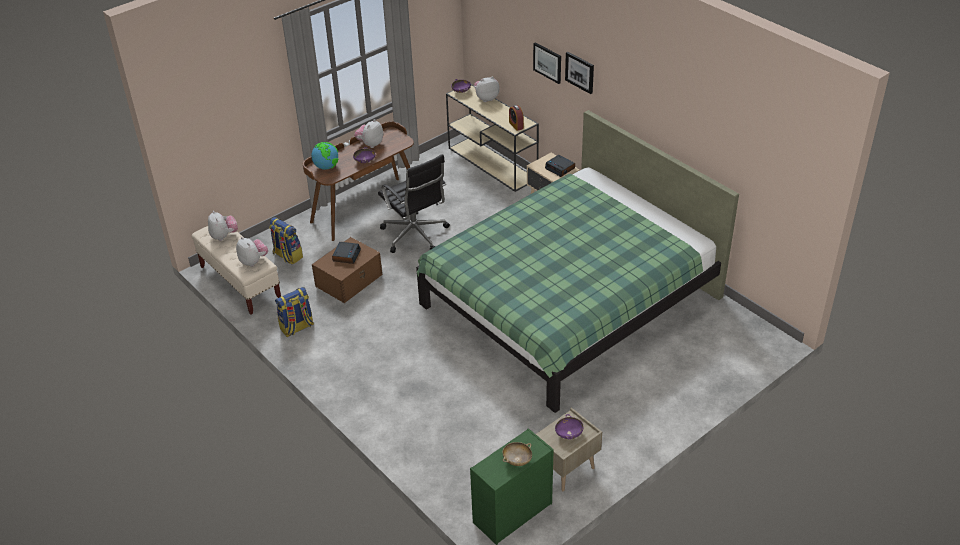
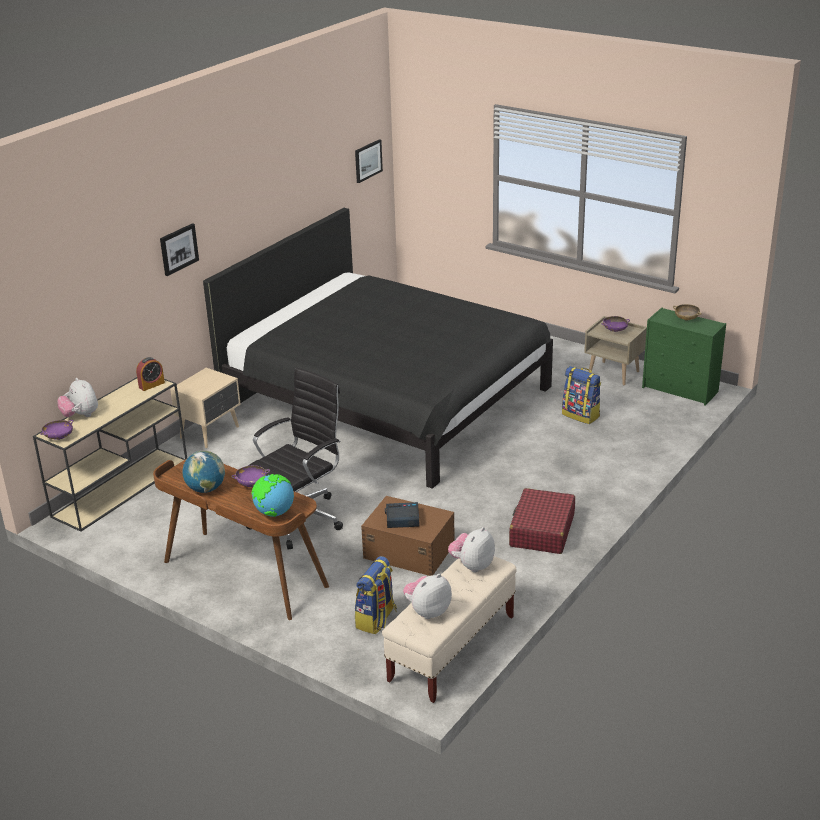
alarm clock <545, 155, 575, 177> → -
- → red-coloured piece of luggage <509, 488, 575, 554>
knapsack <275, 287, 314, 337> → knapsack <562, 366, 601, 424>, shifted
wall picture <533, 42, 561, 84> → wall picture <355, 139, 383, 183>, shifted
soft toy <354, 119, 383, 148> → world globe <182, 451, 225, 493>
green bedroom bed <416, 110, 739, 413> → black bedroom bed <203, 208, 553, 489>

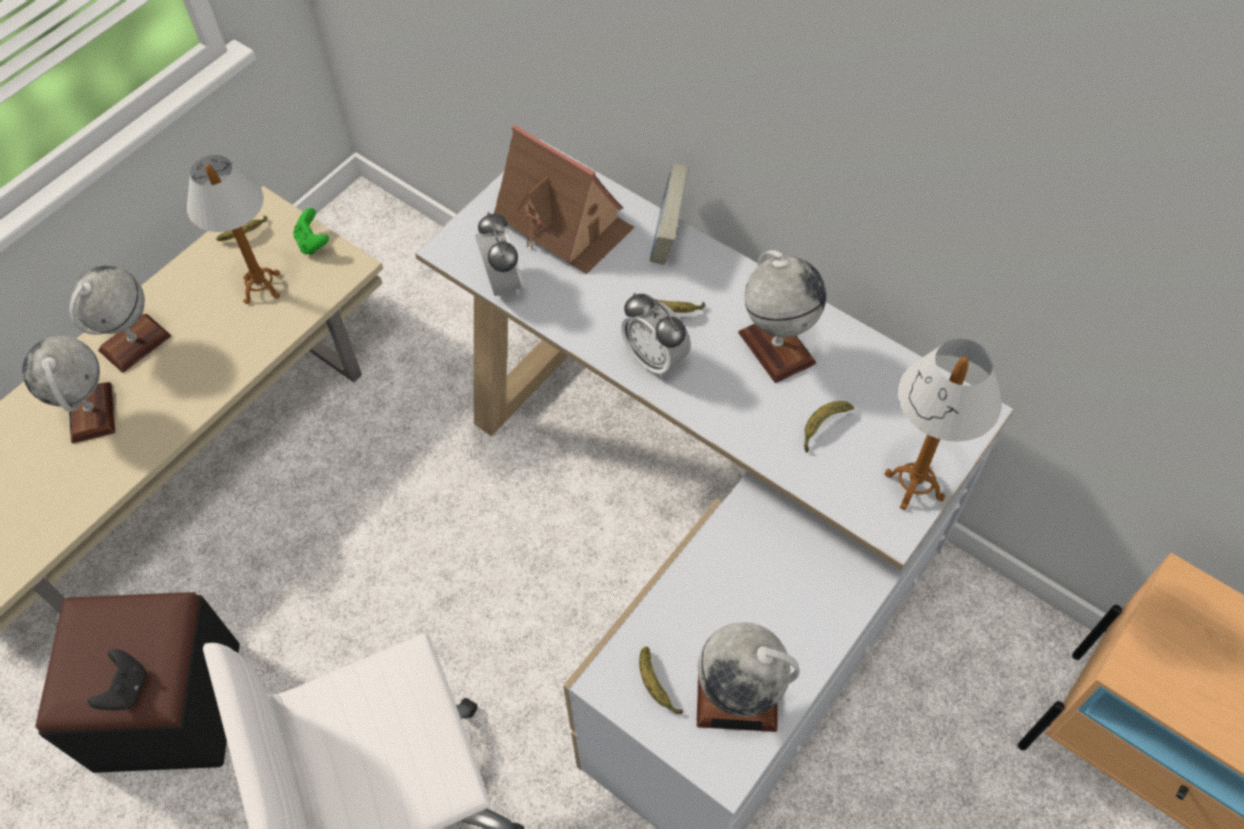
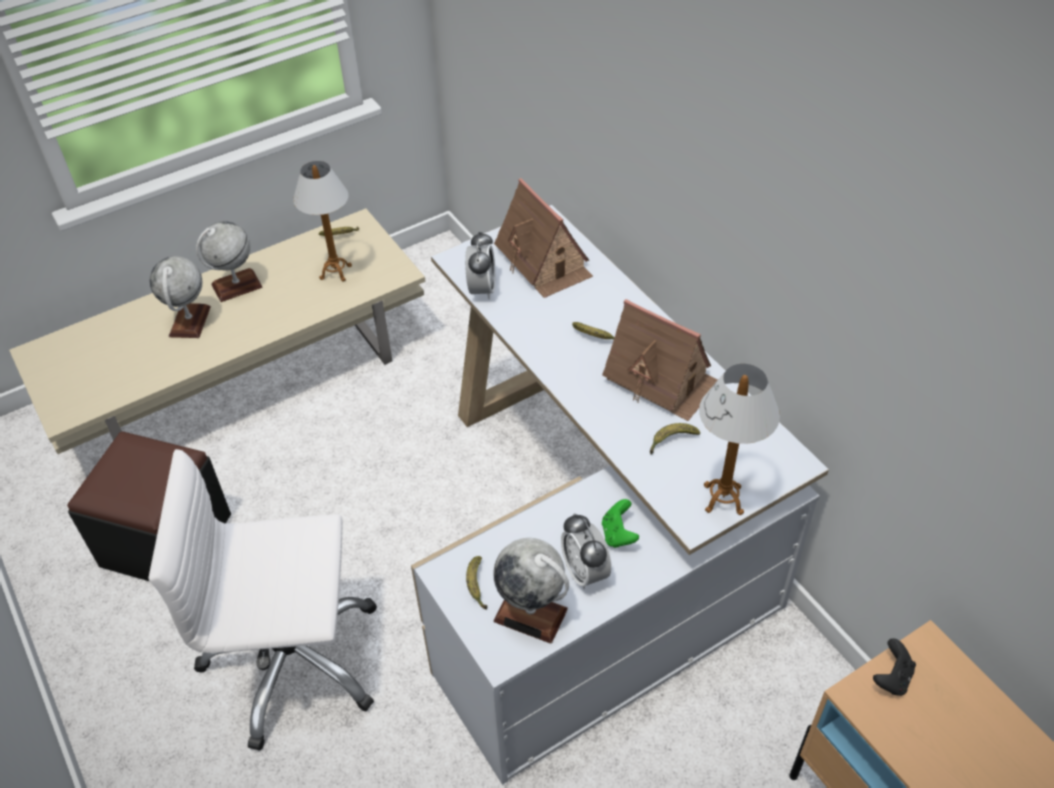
volume <650, 163, 689, 265> → -
black joypad <88, 649, 146, 710> → black joypad <873, 638, 916, 696>, shifted
green joypad <293, 208, 329, 255> → green joypad <602, 499, 639, 548>, shifted
alarm clock <621, 293, 691, 377> → alarm clock <561, 513, 611, 589>, shifted
world globe <738, 250, 826, 383> → miniature house <602, 299, 718, 421>

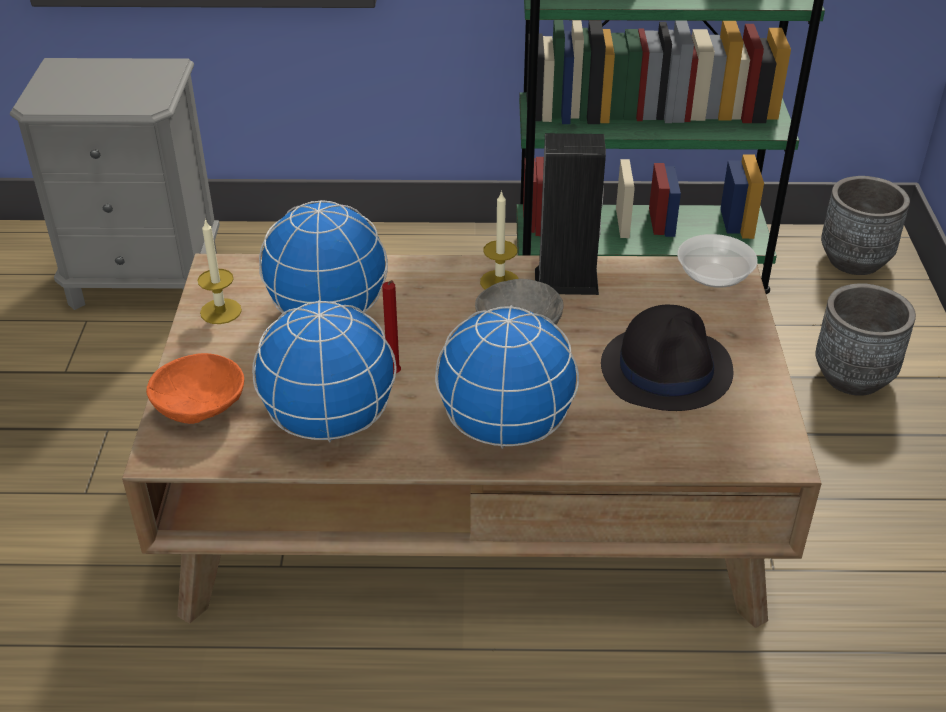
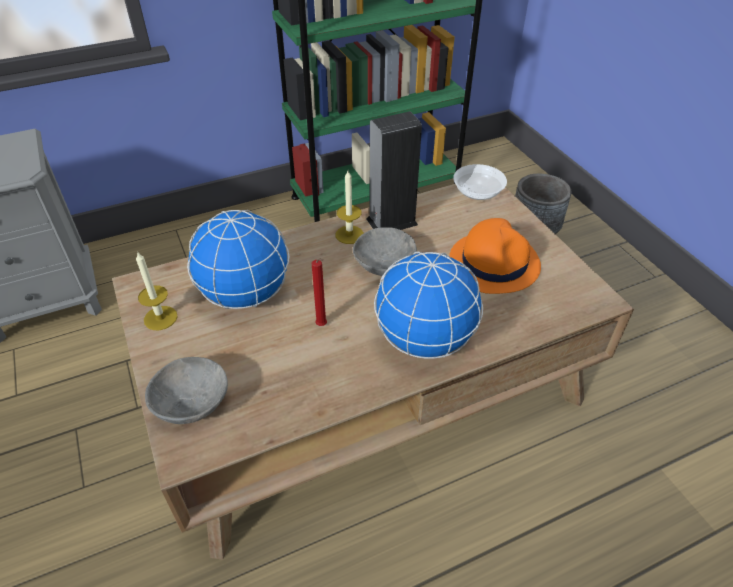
world globe <252, 300, 397, 443> → -
gray plant pot <821, 176, 910, 275> → -
orange bowl <146, 353, 244, 424> → gray bowl <145, 357, 228, 424>
black hat <601, 305, 733, 411> → orange hat <449, 218, 541, 294>

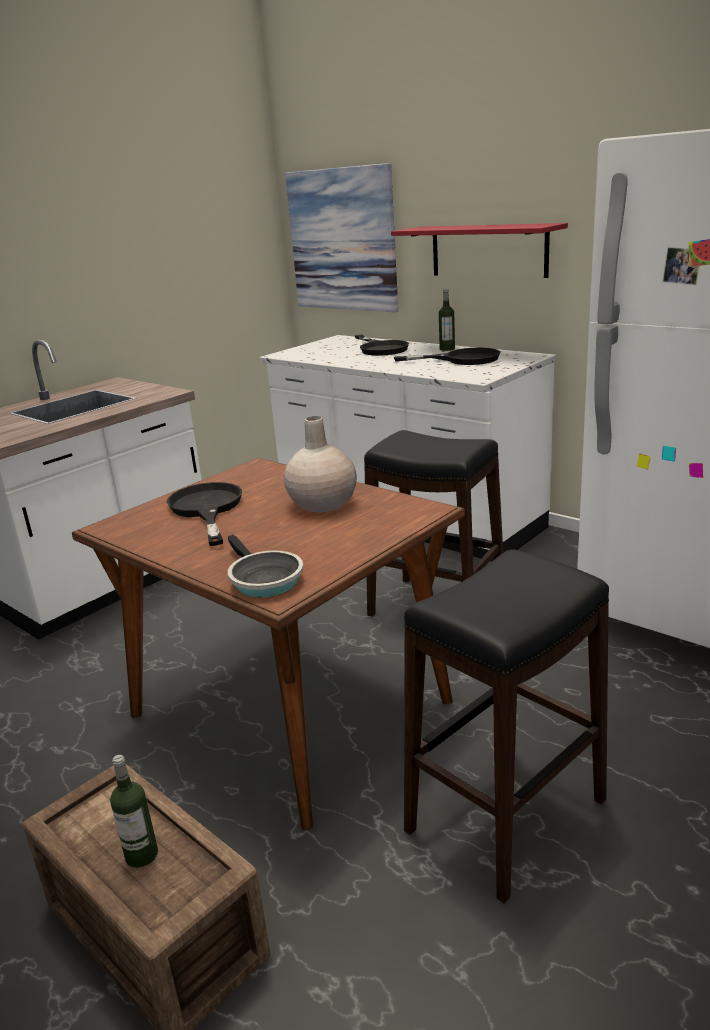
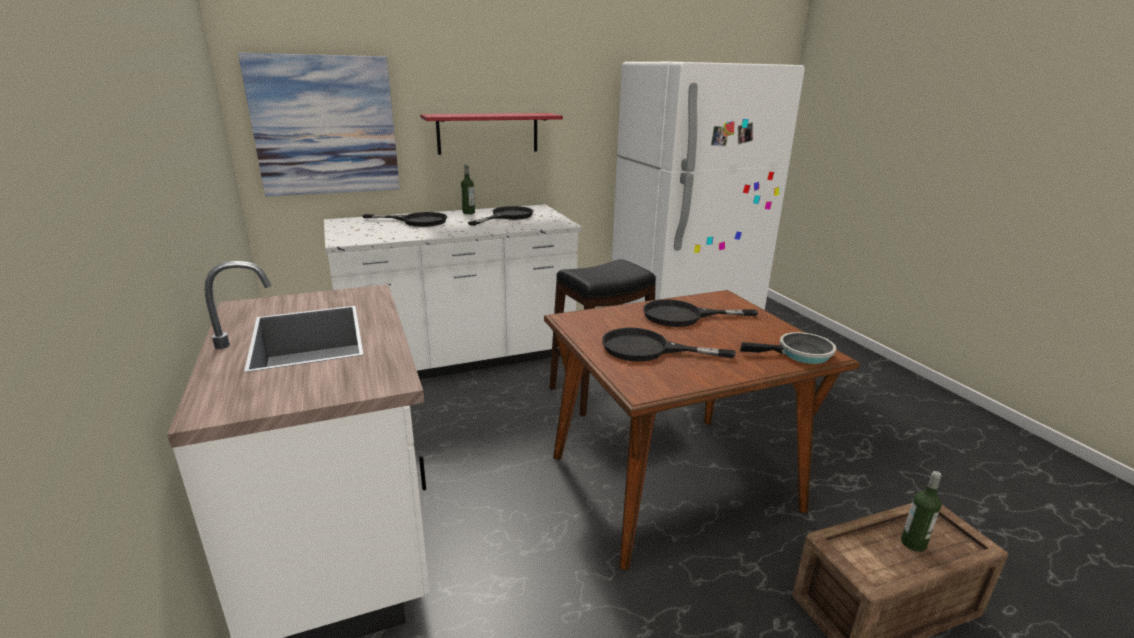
black stool seat <404, 549, 609, 904> → -
beige-coloured vase <284, 416, 357, 513> → black pan <643, 299, 758, 327>

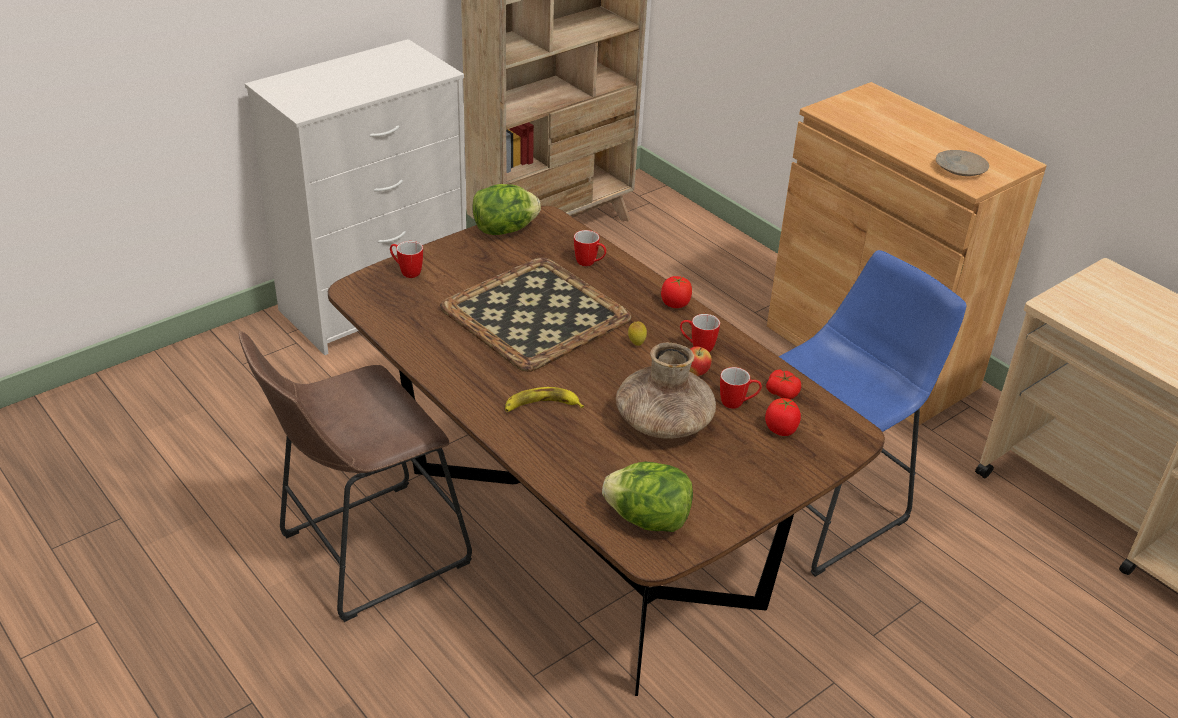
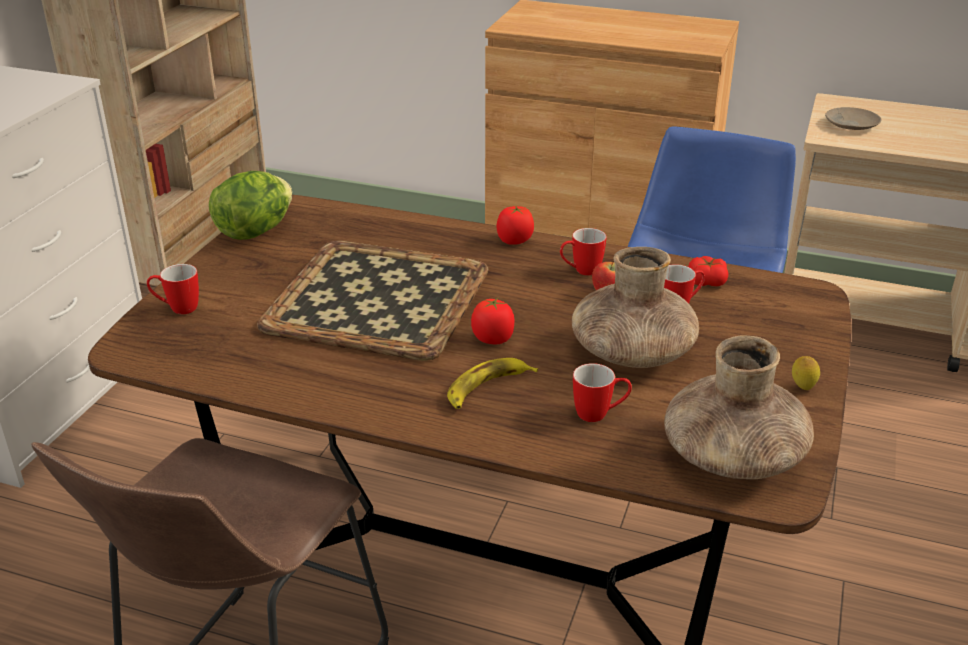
mug <574, 230, 606, 266> → mug <573, 363, 632, 422>, shifted
lemon <628, 322, 647, 346> → lemon <792, 356, 820, 390>, shifted
tomato <765, 398, 801, 436> → tomato <471, 298, 514, 344>, shifted
beige-coloured flat dish <936, 150, 989, 176> → beige-coloured flat dish <825, 107, 882, 130>, shifted
head of lettuce <602, 462, 693, 532> → brown-coloured vase <664, 335, 814, 479>

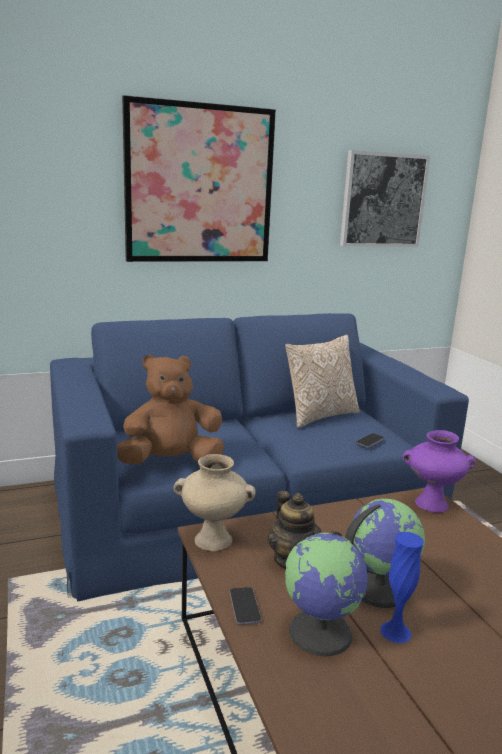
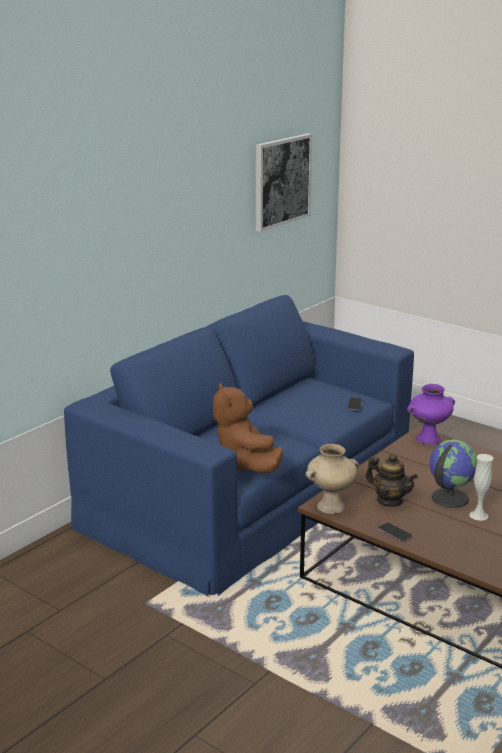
wall picture <122, 95, 276, 262> → -
pillow <285, 334, 360, 428> → -
world globe <285, 531, 368, 657> → -
blue-coloured vase <380, 532, 424, 644> → whitish vase <469, 454, 494, 521>
brown-coloured soft toy <117, 354, 224, 464> → brown-coloured soft toy <213, 383, 283, 473>, 60 degrees counterclockwise

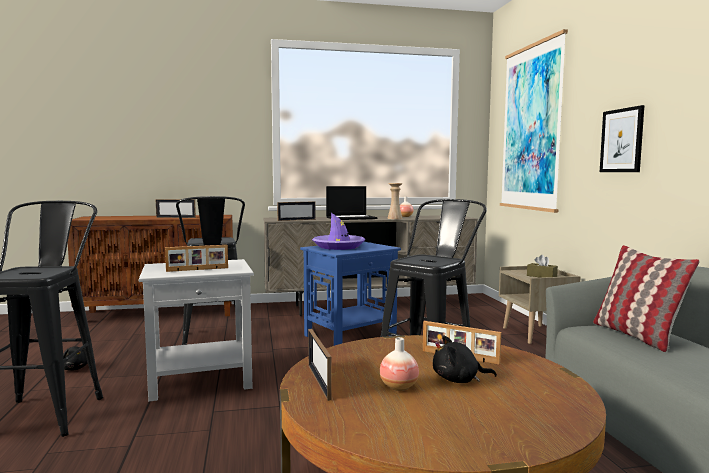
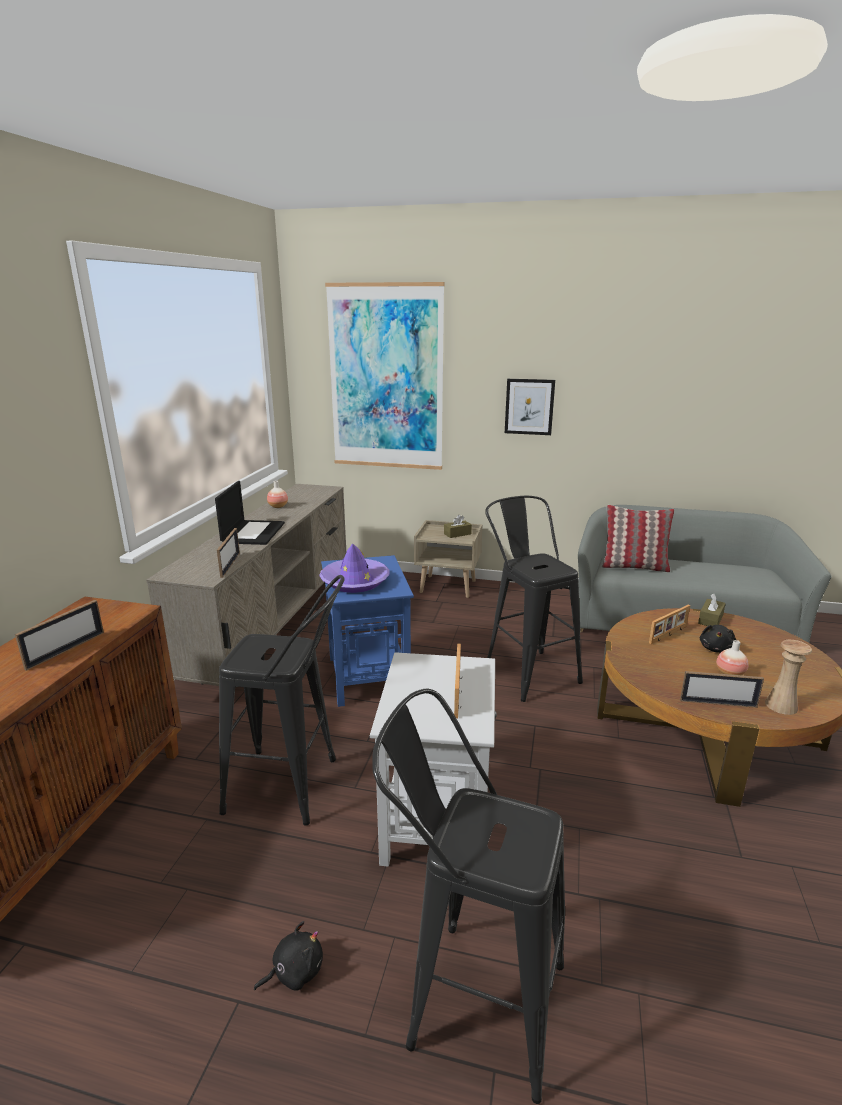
- → brown-coloured tissue holder <698, 594, 726, 626>
beige-coloured vase <387, 183, 403, 219> → beige-coloured vase <765, 640, 812, 715>, shifted

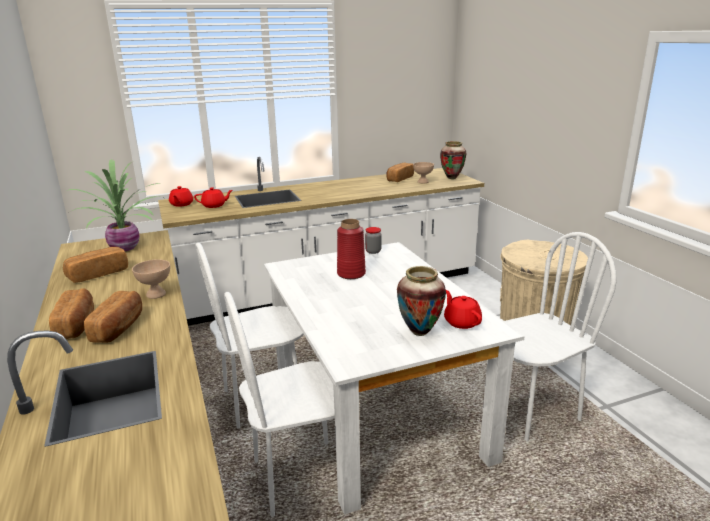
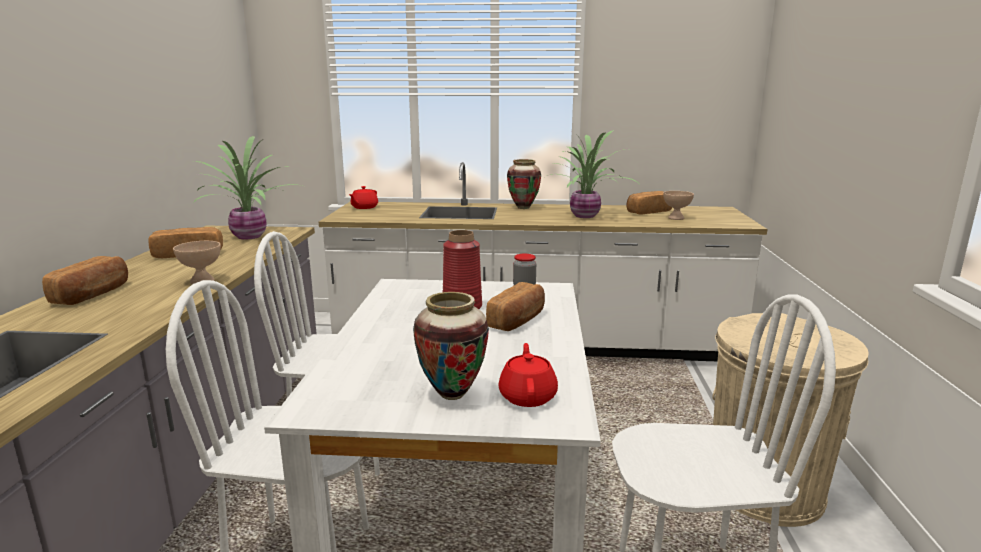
red-coloured teapot <194, 187, 233, 208> → -
- → plant in a pot <547, 130, 638, 218>
baked bread <84, 291, 142, 343> → baked bread <486, 282, 545, 331>, shifted
vase <440, 141, 467, 179> → vase <507, 159, 541, 209>, shifted

